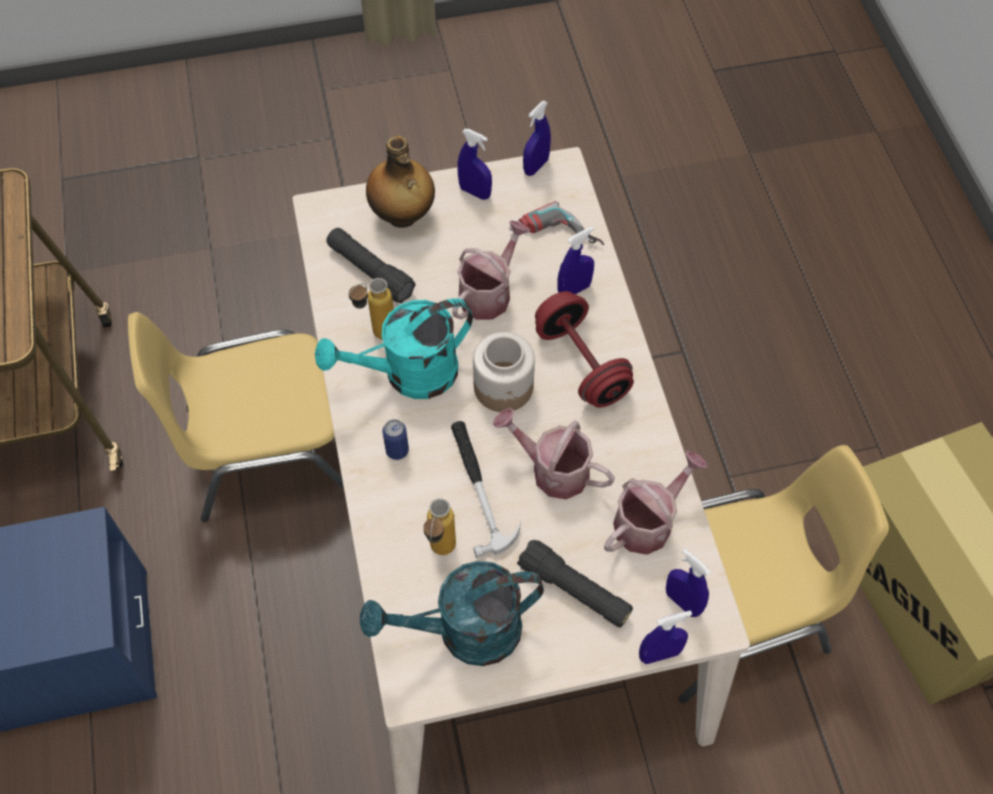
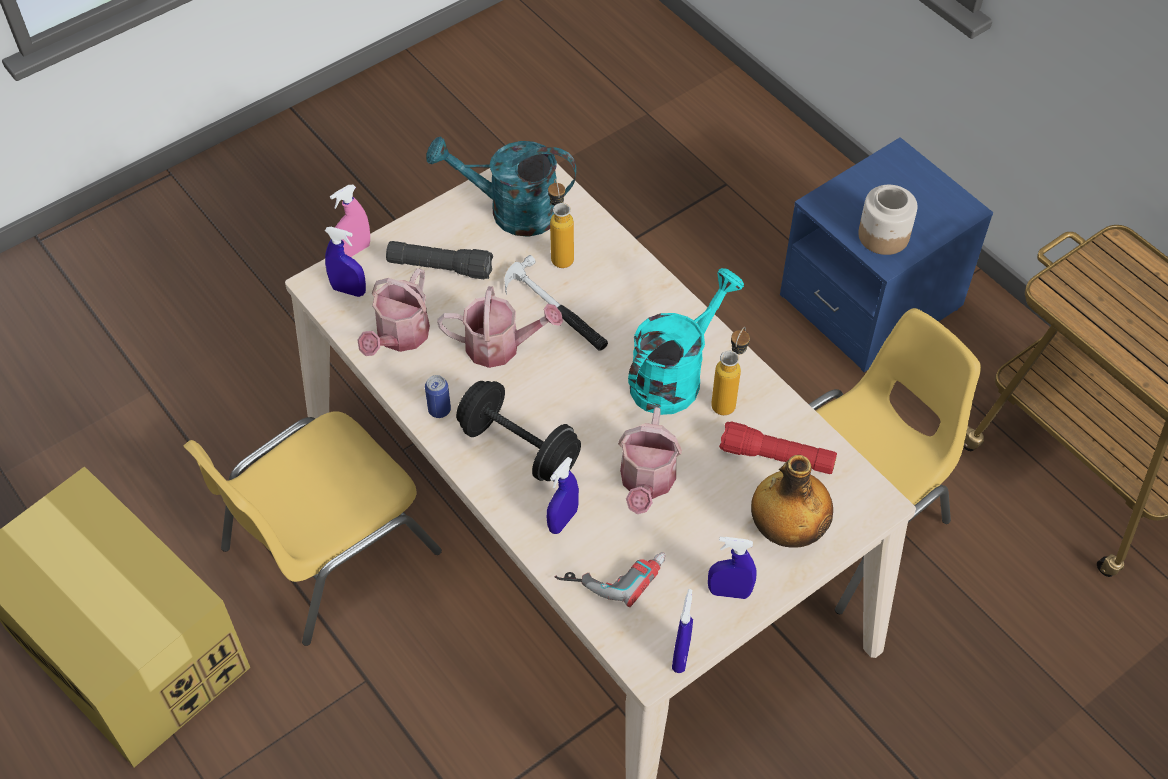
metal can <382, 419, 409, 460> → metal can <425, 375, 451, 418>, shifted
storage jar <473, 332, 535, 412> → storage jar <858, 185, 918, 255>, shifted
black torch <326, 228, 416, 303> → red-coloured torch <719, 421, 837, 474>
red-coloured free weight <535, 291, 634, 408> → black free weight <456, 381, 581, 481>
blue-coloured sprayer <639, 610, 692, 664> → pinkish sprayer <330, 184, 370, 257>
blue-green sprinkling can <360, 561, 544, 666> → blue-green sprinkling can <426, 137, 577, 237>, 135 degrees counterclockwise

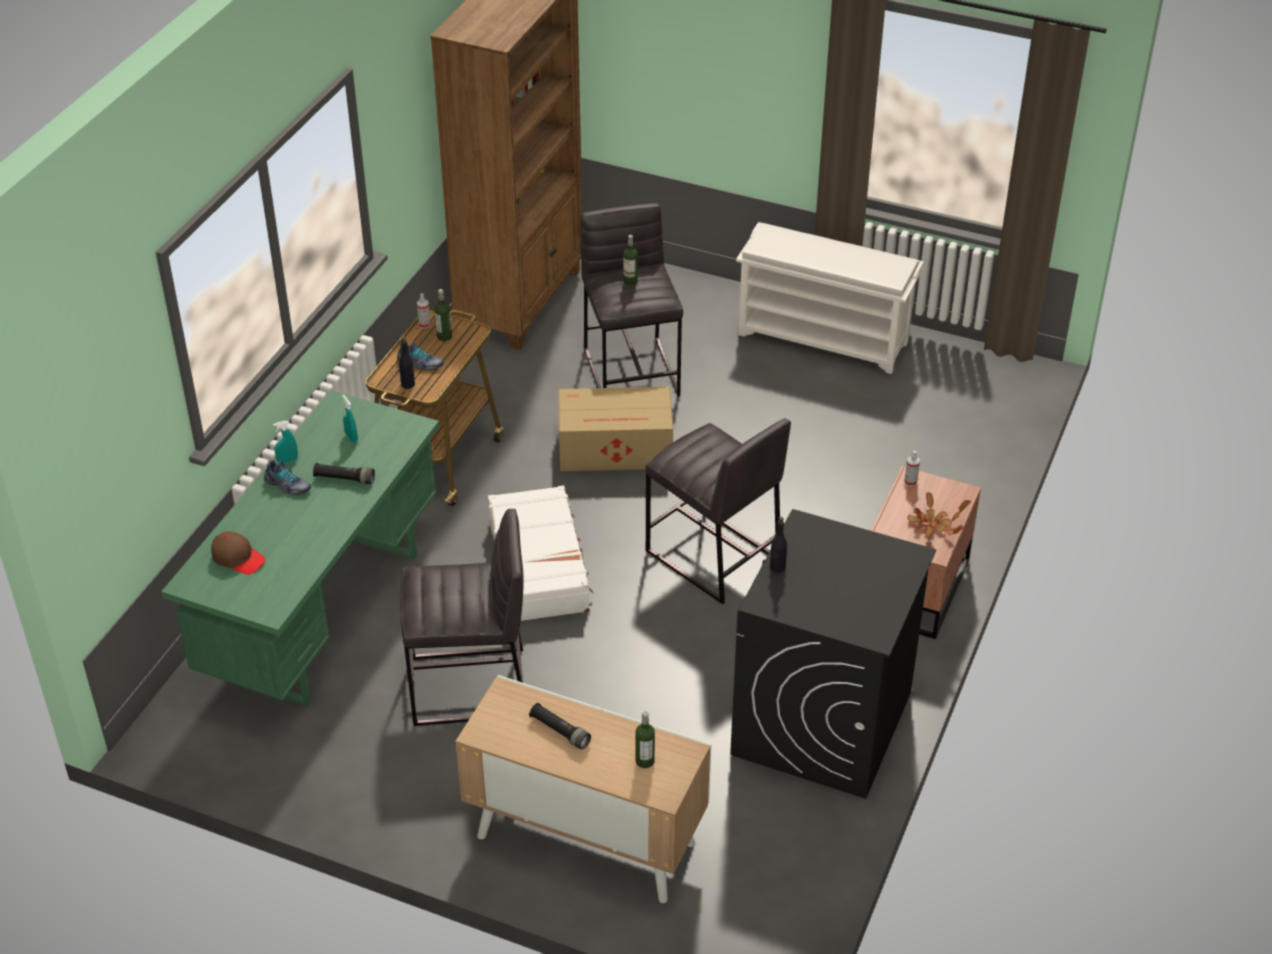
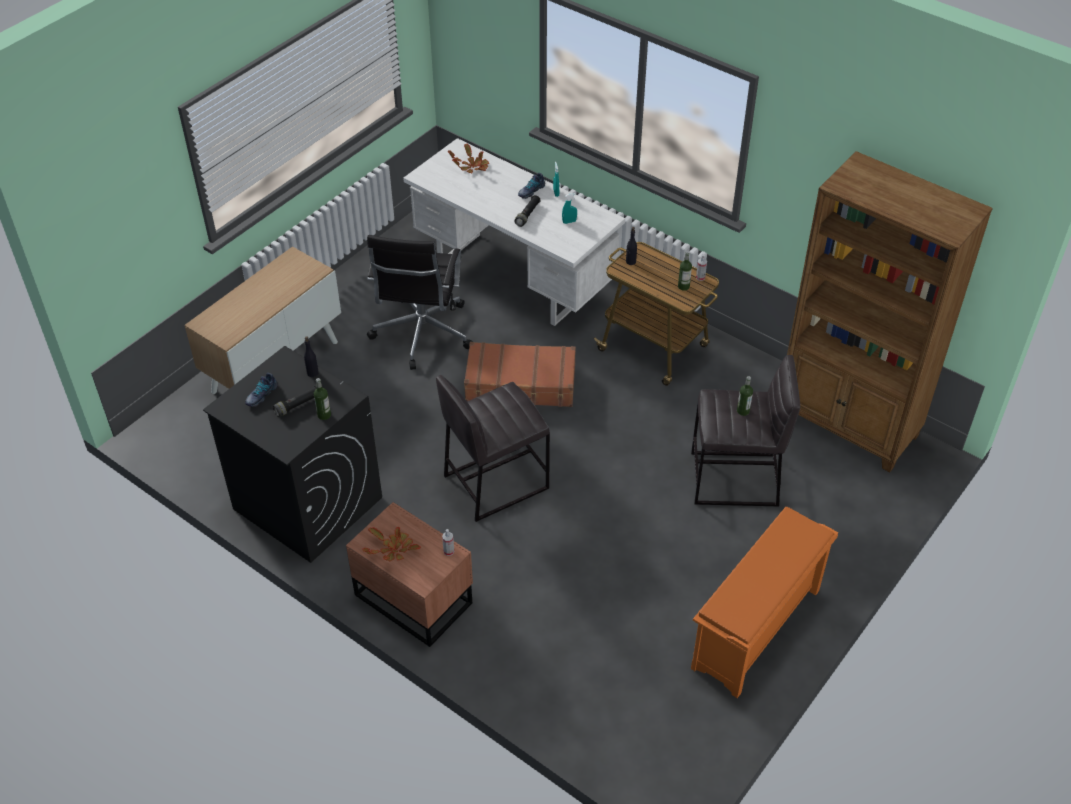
packing box <558, 387, 673, 471> → -
item of footwear <397, 342, 444, 371> → item of footwear <245, 373, 278, 407>, shifted
black torch <529, 703, 591, 749> → black torch <273, 386, 317, 417>, shifted
beverage bottle <636, 711, 655, 768> → beverage bottle <314, 378, 331, 420>, shifted
brown-coloured baseball cap <211, 531, 266, 575> → plant in a pot <448, 143, 489, 173>
gray stool seat <400, 509, 523, 726> → black office chair <367, 235, 473, 370>
green desk table <161, 390, 439, 707> → whitish desk table <403, 138, 625, 326>
whitish piece of luggage <488, 485, 594, 621> → brown-coloured piece of luggage <464, 342, 576, 407>
whitish shoe stand <736, 222, 924, 374> → orange shoe stand <691, 507, 838, 698>

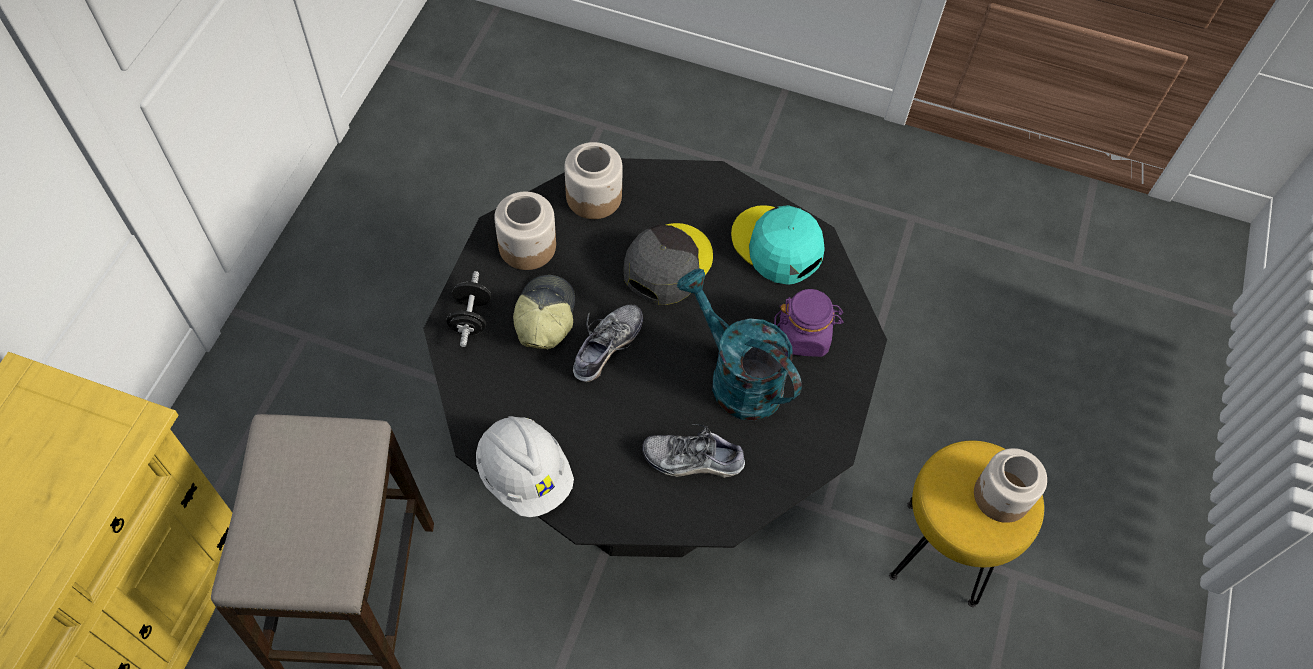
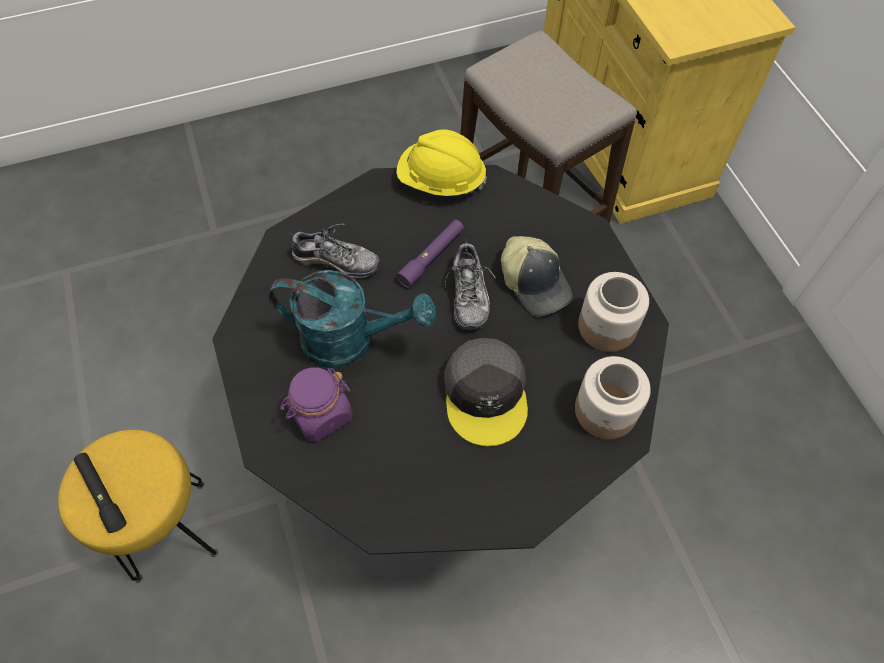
black free weight <446, 271, 491, 347> → -
blue-green baseball cap <731, 205, 825, 285> → -
- → purple-coloured torch <396, 220, 464, 288>
storage jar <974, 448, 1047, 523> → black torch <74, 453, 127, 533>
whitish work helmet <476, 416, 574, 517> → yellow-coloured work helmet <397, 129, 487, 196>
item of footwear <642, 424, 745, 478> → item of footwear <289, 224, 380, 278>, 45 degrees clockwise

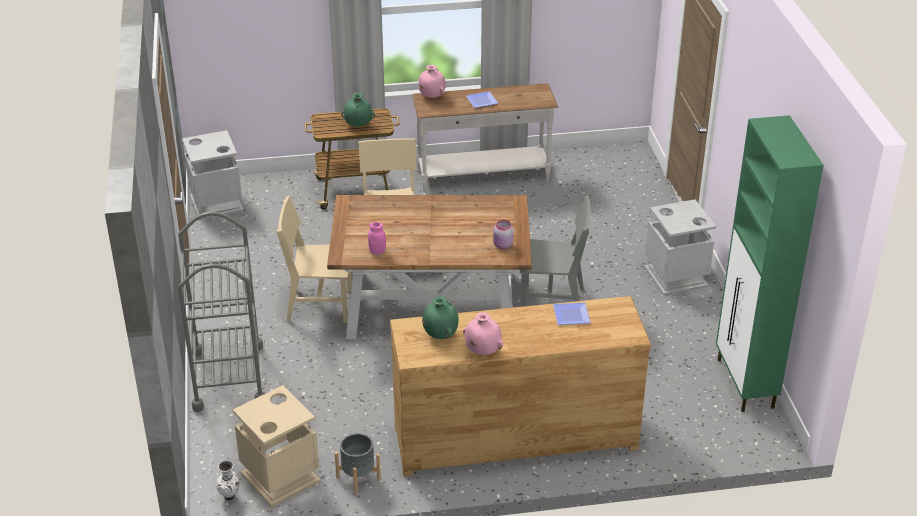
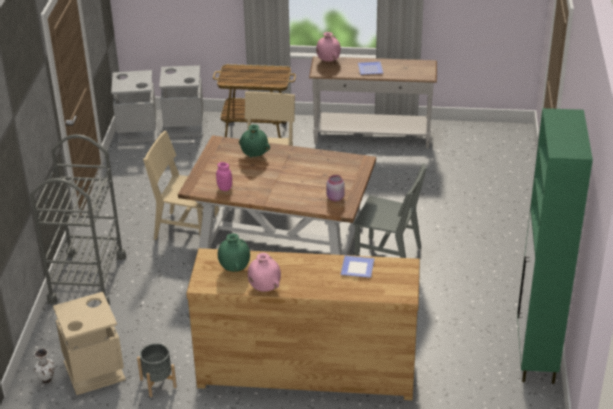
green vase <341, 93, 375, 128> → green vase <239, 124, 270, 158>, shifted
gray rubbish bin <644, 199, 716, 296> → gray rubbish bin <159, 65, 204, 138>, shifted

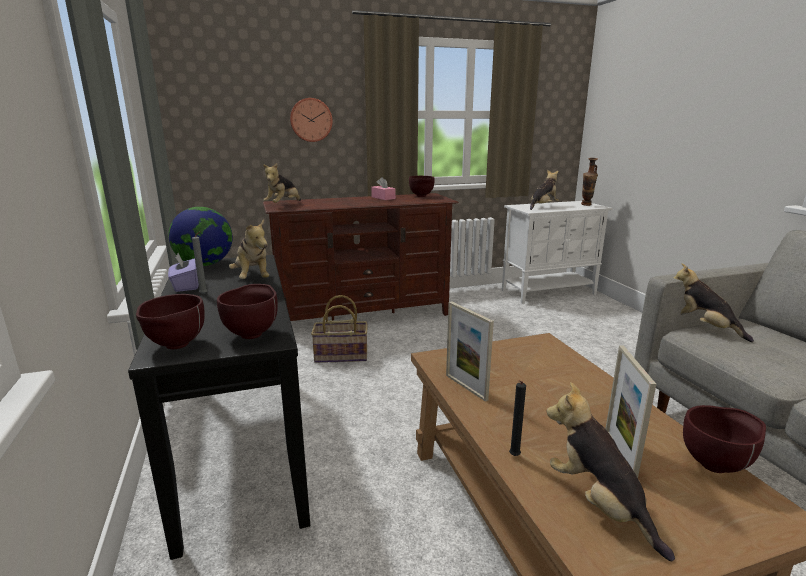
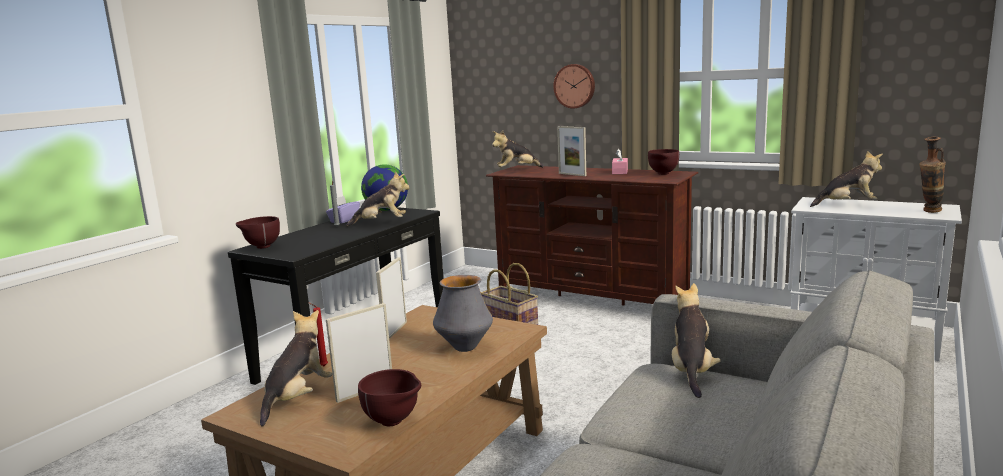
brown-coloured bowl <217, 284, 278, 339> → -
- → vase <433, 275, 493, 352>
- → picture frame <557, 126, 586, 176>
black wax candle <509, 380, 526, 456> → red-coloured wax candle <309, 303, 328, 366>
soft toy <229, 219, 269, 279> → soft toy <346, 172, 410, 227>, 120 degrees counterclockwise

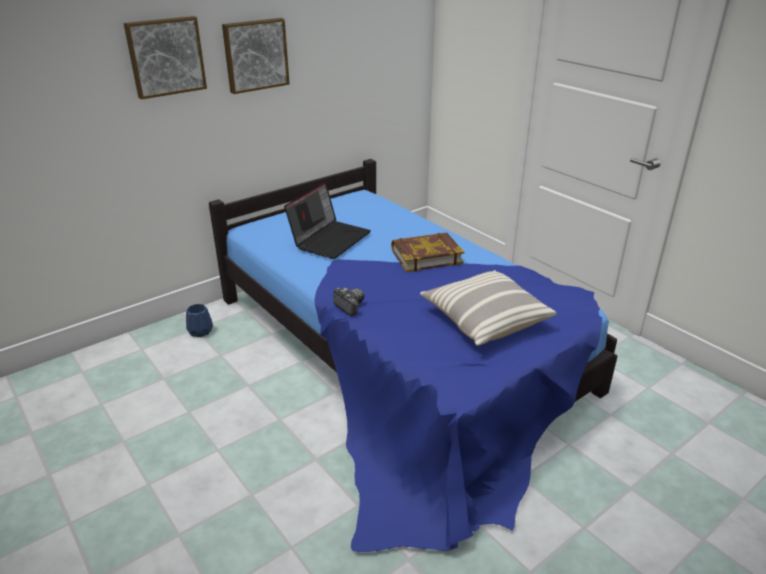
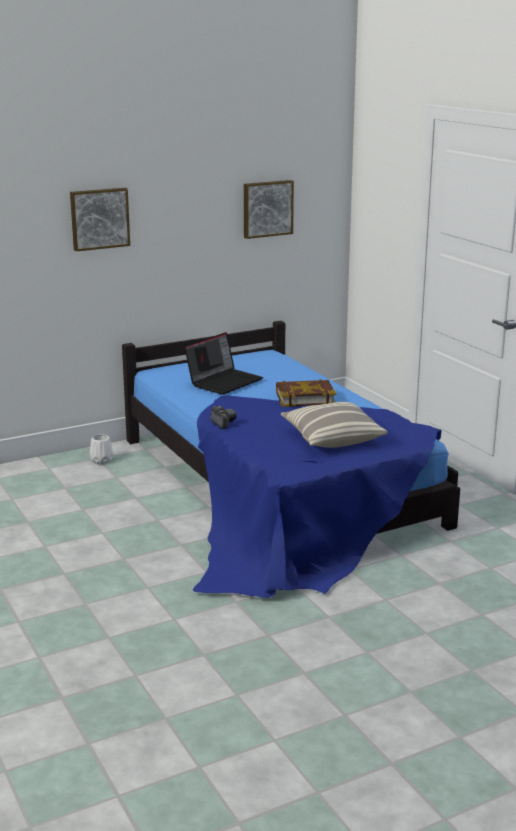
wall picture <222, 18, 290, 94> → wall picture <244, 180, 294, 239>, shifted
blue-coloured vase <186, 304, 213, 337> → whitish vase <90, 434, 113, 464>

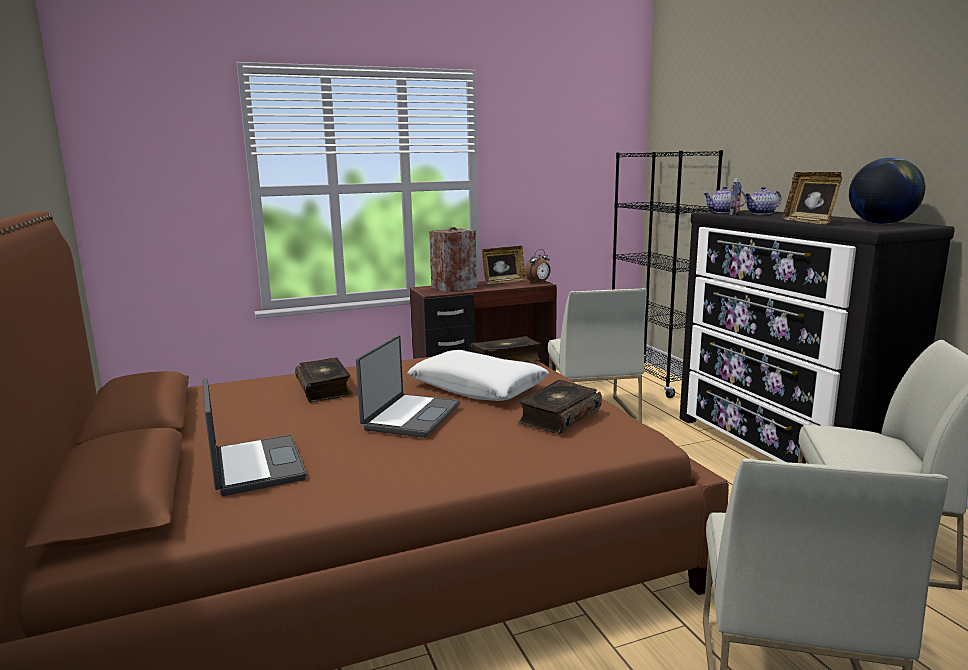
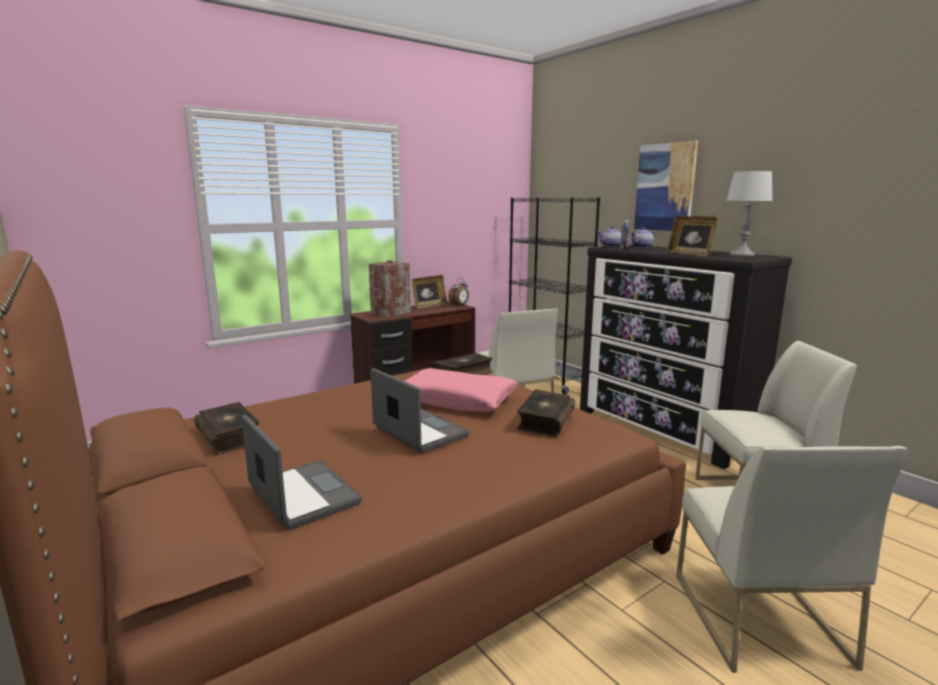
- → wall picture <634, 141, 698, 231>
volume <295, 357, 353, 402> → volume <194, 402, 259, 455>, shifted
world globe <849, 157, 925, 224> → gray tabletop lamp <726, 171, 773, 257>
whitish pillow <407, 350, 549, 401> → pinkish pillow <405, 368, 518, 412>
notebook computer <356, 335, 460, 438> → notebook computer <370, 368, 469, 453>, 45 degrees counterclockwise

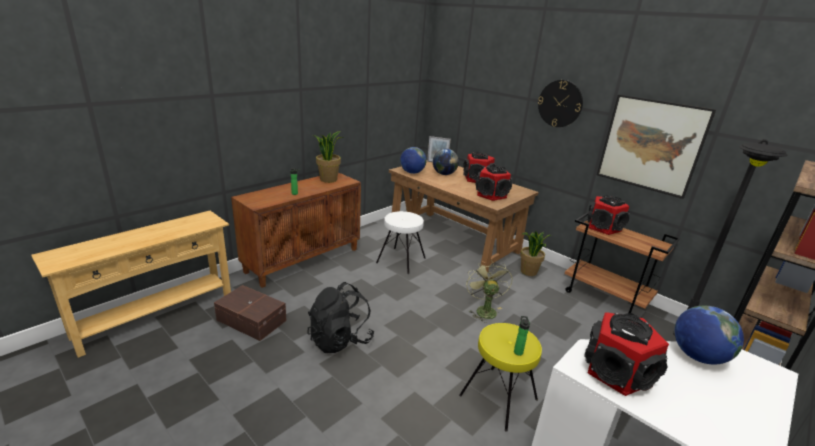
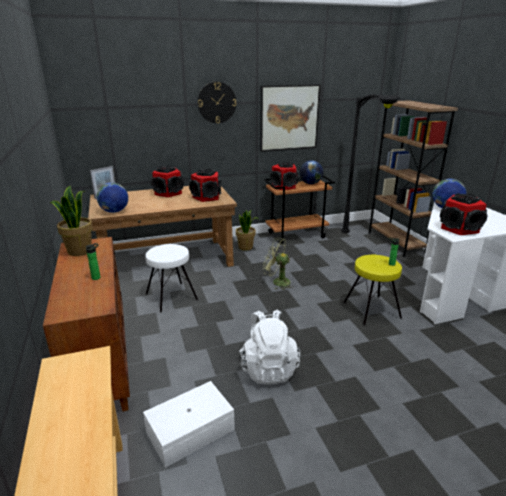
world globe <433, 149, 459, 175> → world globe <300, 160, 323, 184>, shifted
brown-coloured storage container <214, 285, 287, 341> → whitish storage container <143, 381, 235, 468>
black knapsack <307, 282, 374, 353> → whitish knapsack <239, 310, 300, 384>

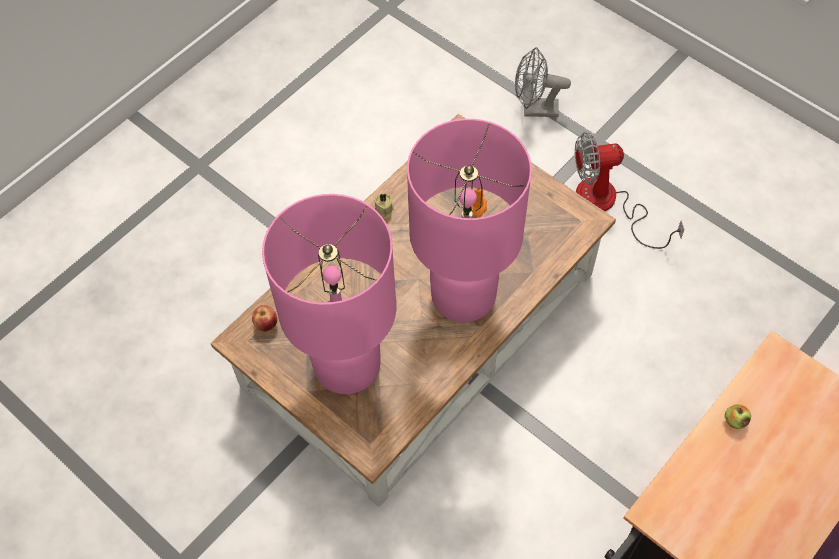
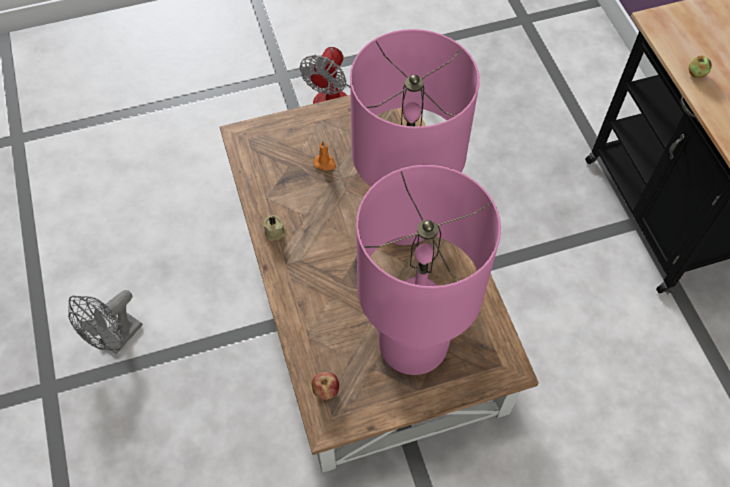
gray electric fan <515, 47, 571, 117> → gray electric fan <68, 290, 142, 354>, shifted

